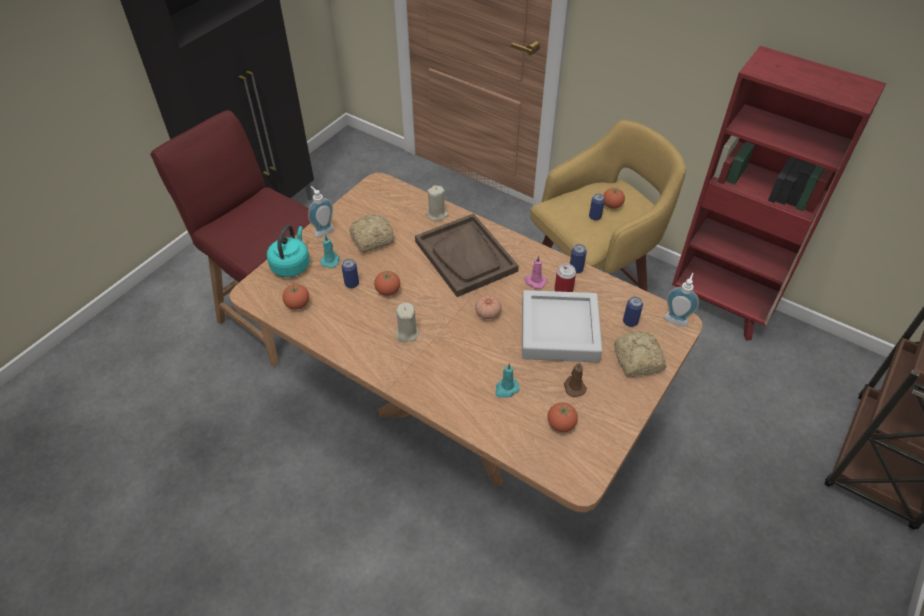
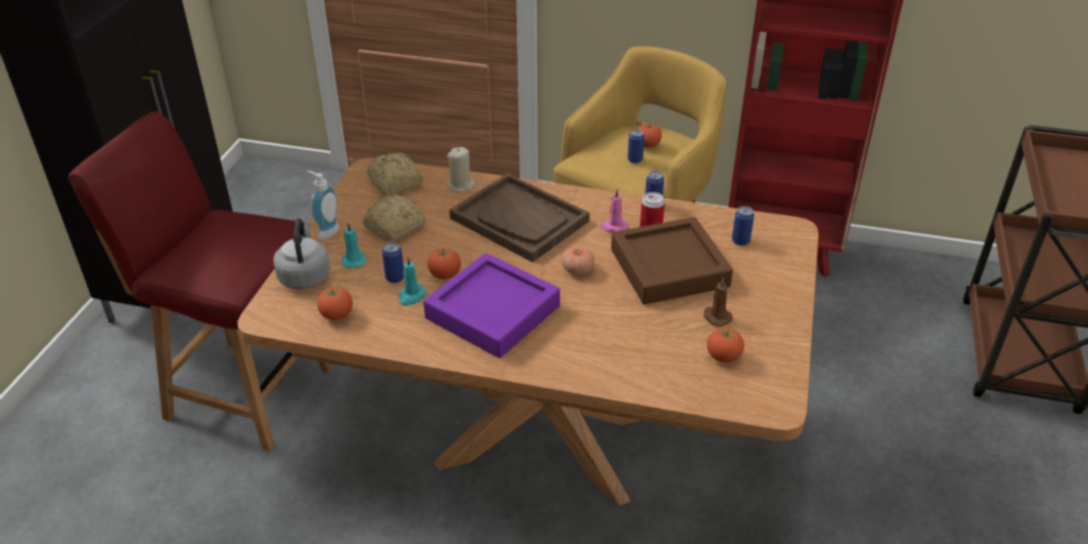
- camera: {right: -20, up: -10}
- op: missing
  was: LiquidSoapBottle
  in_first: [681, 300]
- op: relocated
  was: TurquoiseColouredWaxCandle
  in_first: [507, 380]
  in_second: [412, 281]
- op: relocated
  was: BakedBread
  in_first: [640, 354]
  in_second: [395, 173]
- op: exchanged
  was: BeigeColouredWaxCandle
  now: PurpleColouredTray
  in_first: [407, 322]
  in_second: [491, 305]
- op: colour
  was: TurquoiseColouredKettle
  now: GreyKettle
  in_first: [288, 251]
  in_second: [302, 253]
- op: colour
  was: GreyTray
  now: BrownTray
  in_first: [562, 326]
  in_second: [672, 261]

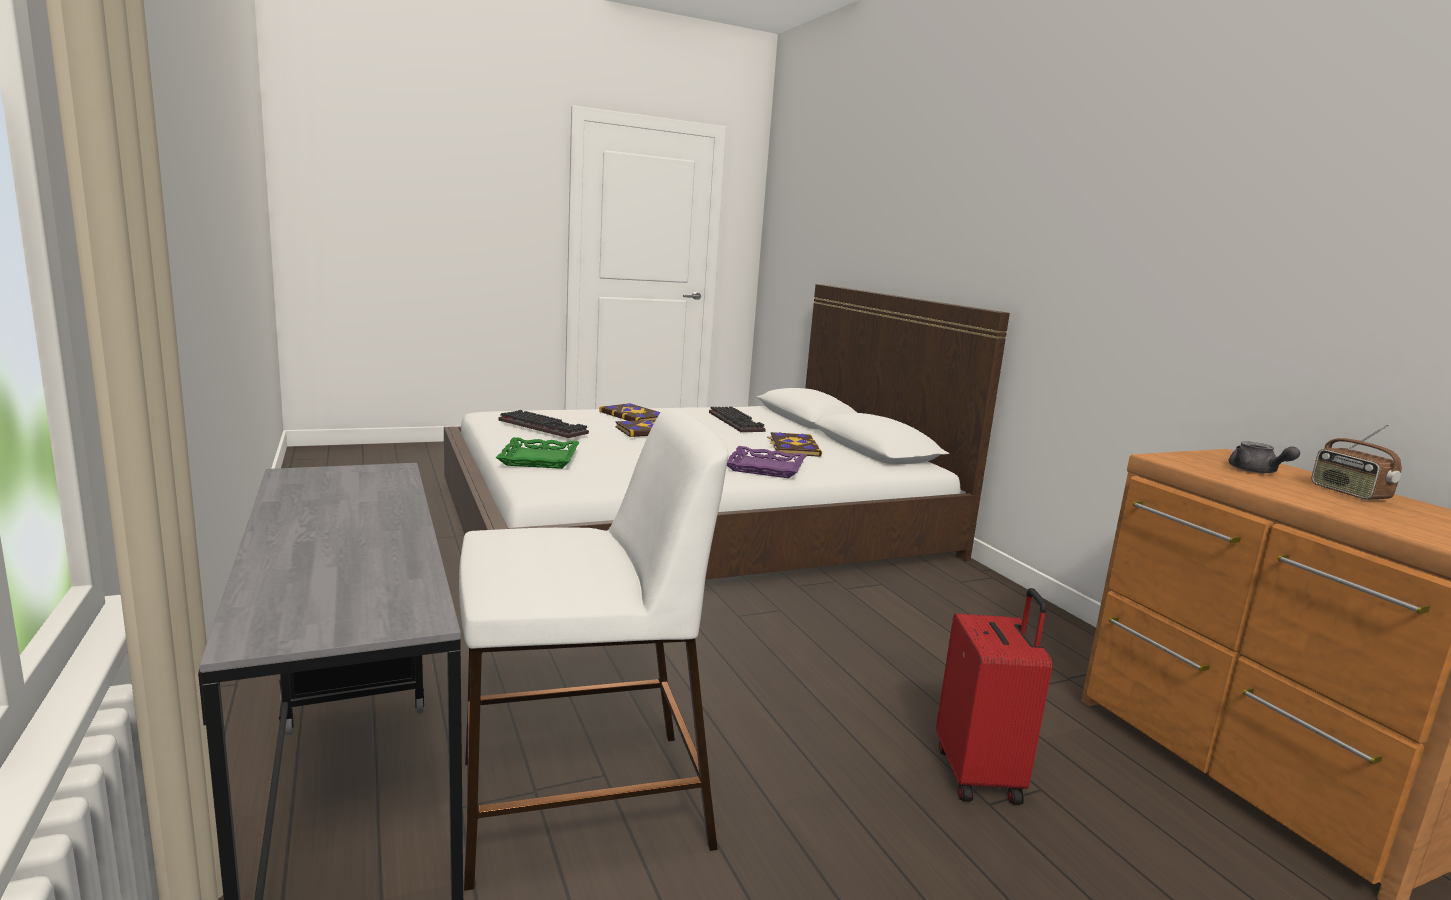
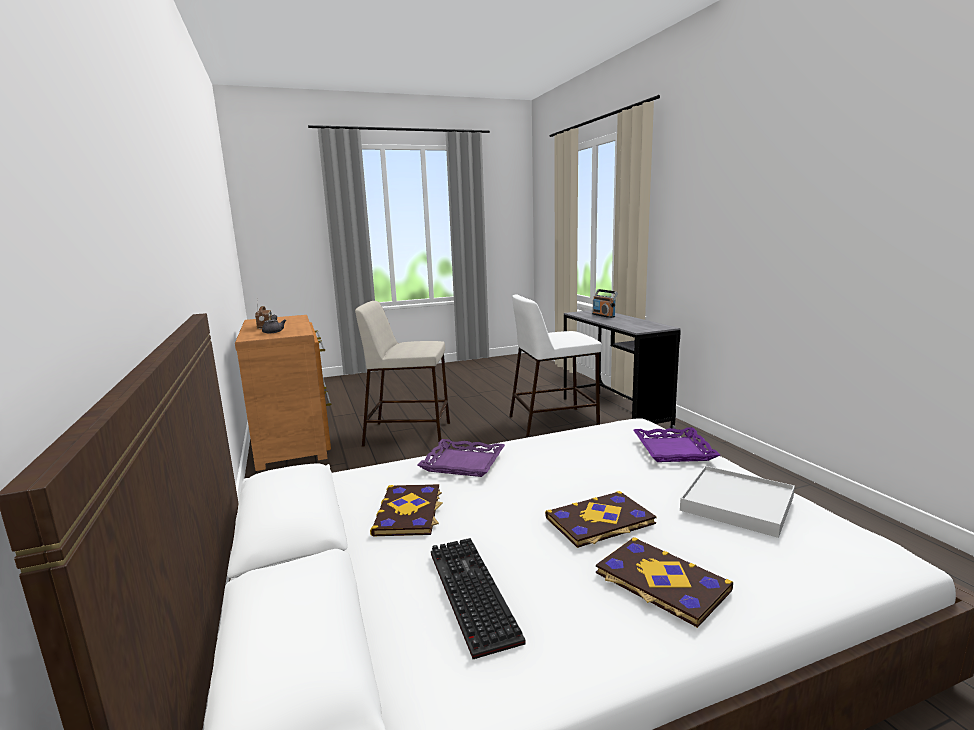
- camera: {right: -175, up: 0}
- op: appeared
  now: Radio
  in_second: [605, 303]
- op: exchanged
  was: Keyboard
  now: WhitishTray
  in_first: [543, 424]
  in_second: [737, 502]
- op: exchanged
  was: RedPieceOfLuggage
  now: BeigeColouredSittingStool
  in_first: [994, 696]
  in_second: [402, 374]
- op: colour
  was: GreenishTray
  now: PurpleColouredTray
  in_first: [537, 453]
  in_second: [677, 444]

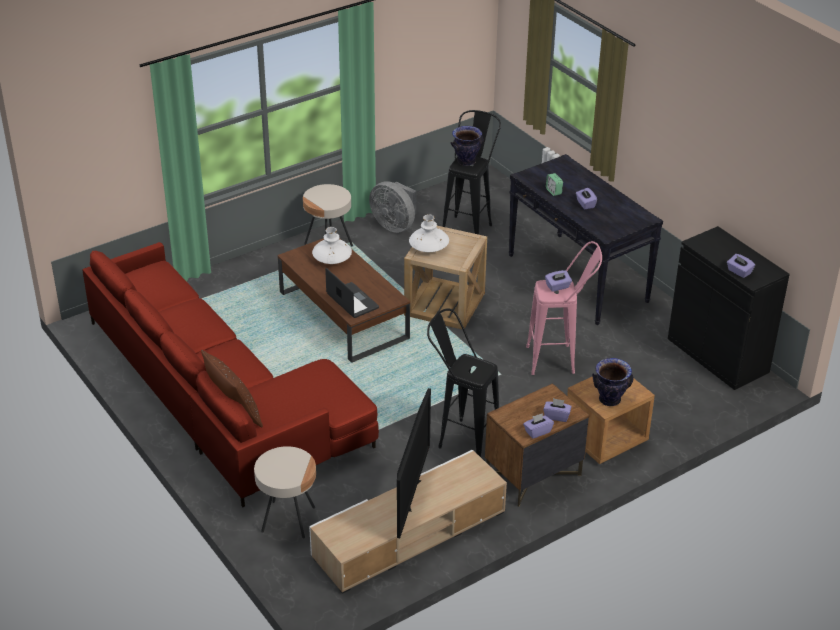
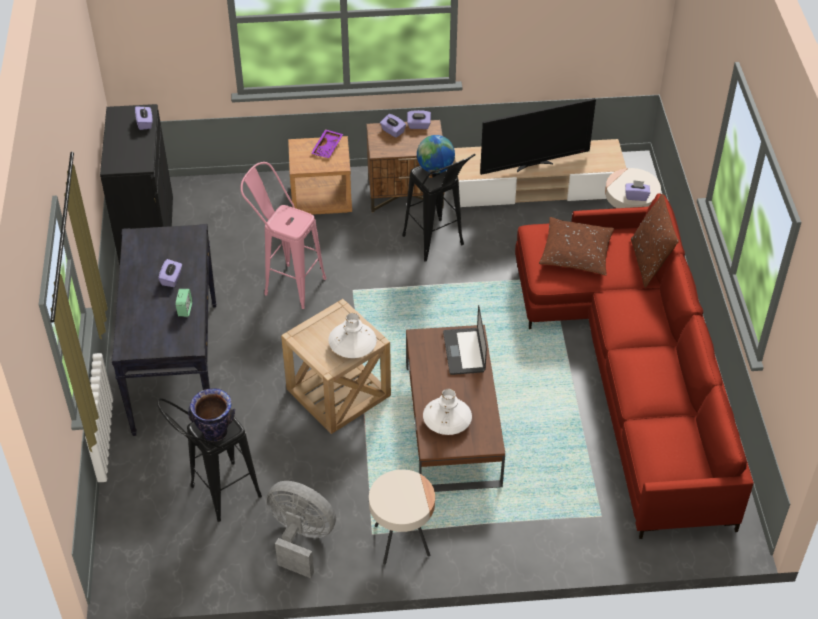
- camera: {right: -150, up: 10}
- op: appeared
  now: DeskGlobe
  in_second: [436, 154]
- op: appeared
  now: BrownCushion
  in_second: [576, 246]
- op: relocated
  was: PurpleColouredTissueHolder
  in_first: [558, 281]
  in_second: [637, 190]
- op: exchanged
  was: FlowerVase
  now: PurpleColouredTray
  in_first: [613, 382]
  in_second: [327, 143]
- op: spun
  was: GreyElectricFan
  in_first: [392, 207]
  in_second: [301, 529]
  clockwise: -45
- op: spun
  was: TvSet
  in_first: [414, 463]
  in_second: [538, 136]
  clockwise: -150

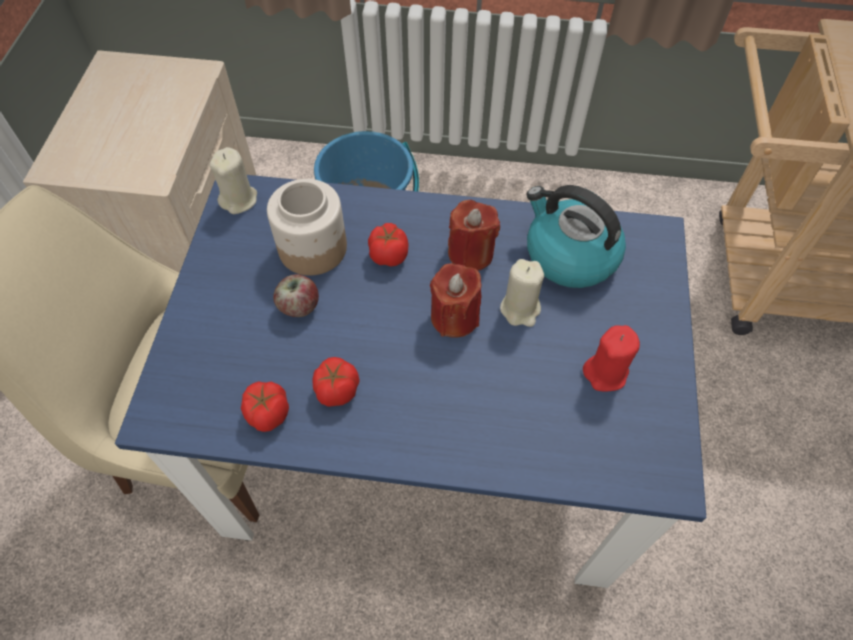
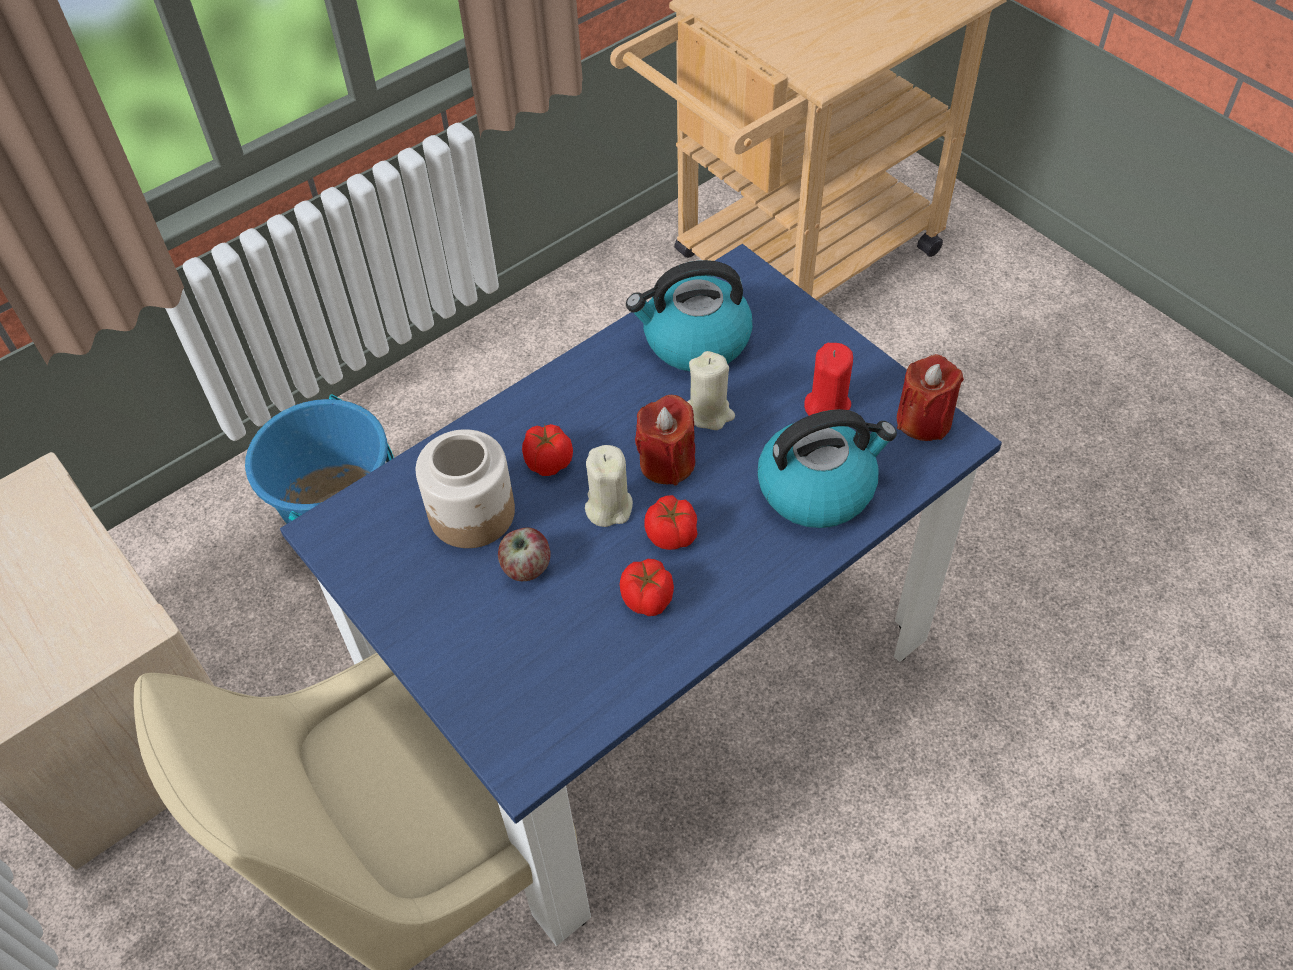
- camera: {right: -45, up: -5}
- op: appeared
  now: Kettle
  in_second: [827, 468]
- op: relocated
  was: BeigeColouredWaxCandle
  in_first: [233, 180]
  in_second: [609, 486]
- op: relocated
  was: WholeTomato
  in_first: [265, 406]
  in_second: [671, 522]
- op: relocated
  was: RedWaxCandle
  in_first: [474, 235]
  in_second: [930, 397]

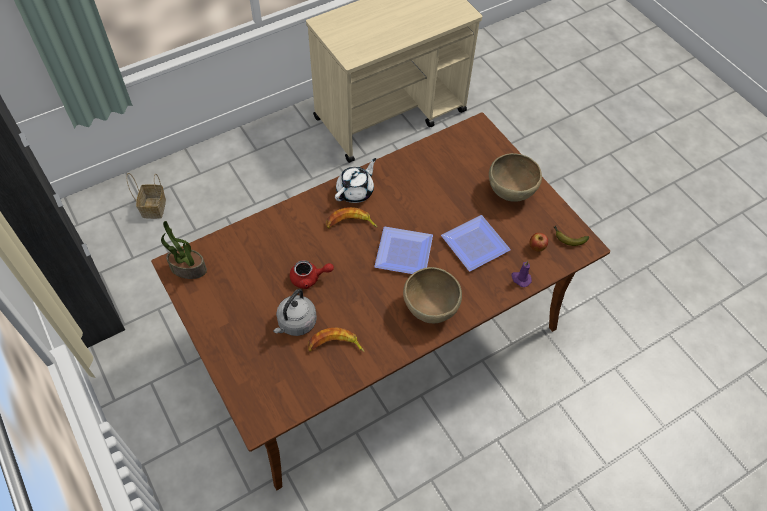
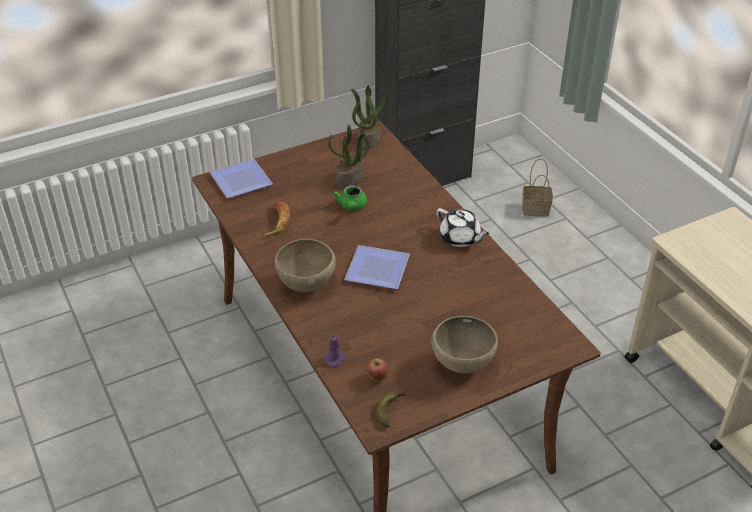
- camera: {right: 95, up: -15}
- op: missing
  was: GreyKettle
  in_first: [295, 312]
- op: missing
  was: Banana
  in_first: [351, 218]
- op: appeared
  now: PottedPlant
  in_second: [348, 156]
- op: relocated
  was: FlatDish
  in_first: [476, 243]
  in_second: [241, 178]
- op: colour
  was: RedPotForTea
  now: GreenishPotForTea
  in_first: [312, 274]
  in_second: [349, 197]

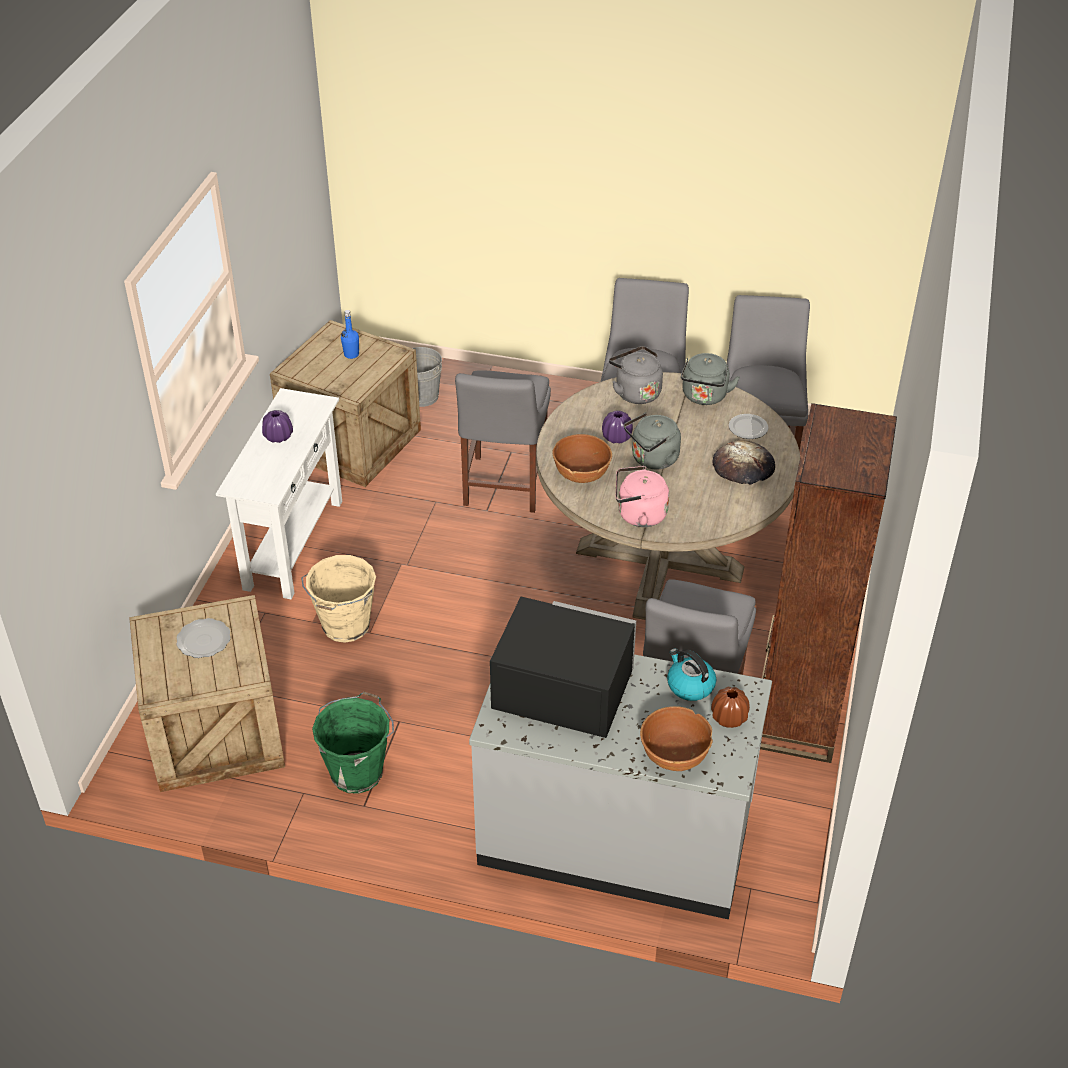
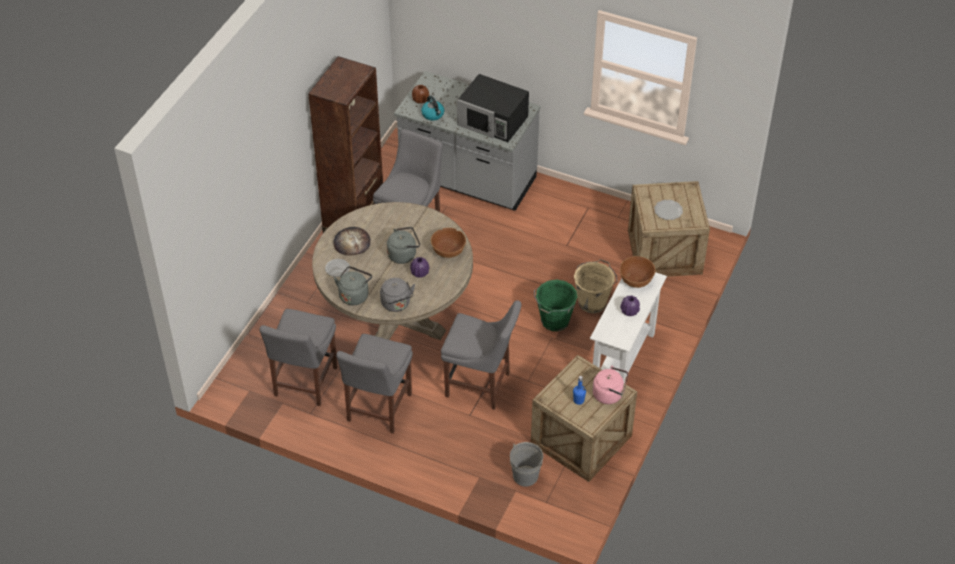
- camera: {right: -170, up: 5}
- op: relocated
  was: GreenishWaterBucket
  in_first: [353, 743]
  in_second: [555, 305]
- op: relocated
  was: PinkColouredKettle
  in_first: [642, 496]
  in_second: [610, 385]
- op: relocated
  was: BrownBowl
  in_first: [676, 738]
  in_second: [637, 272]
- op: spun
  was: GreyChair
  in_first: [503, 441]
  in_second: [481, 355]
  clockwise: 90

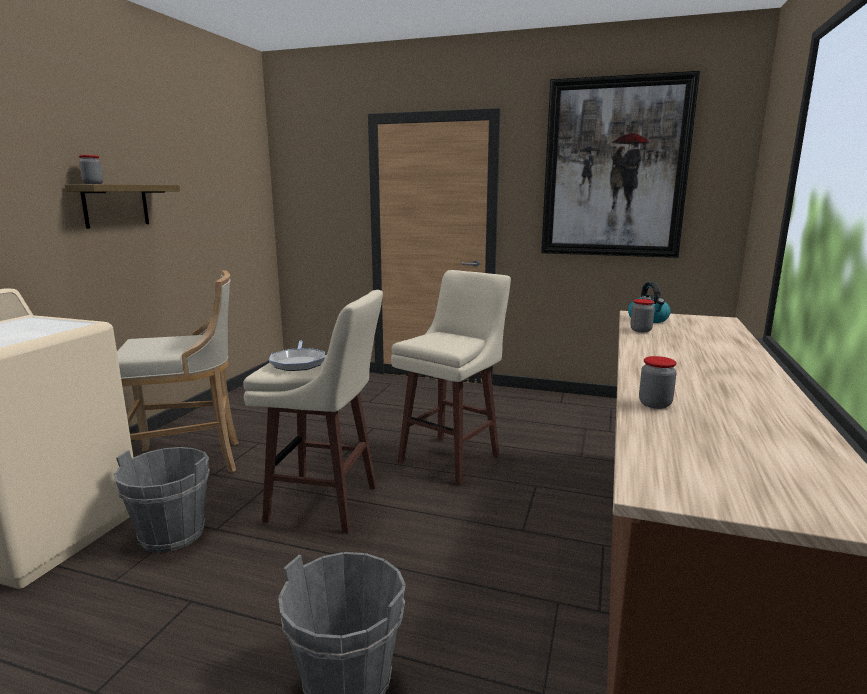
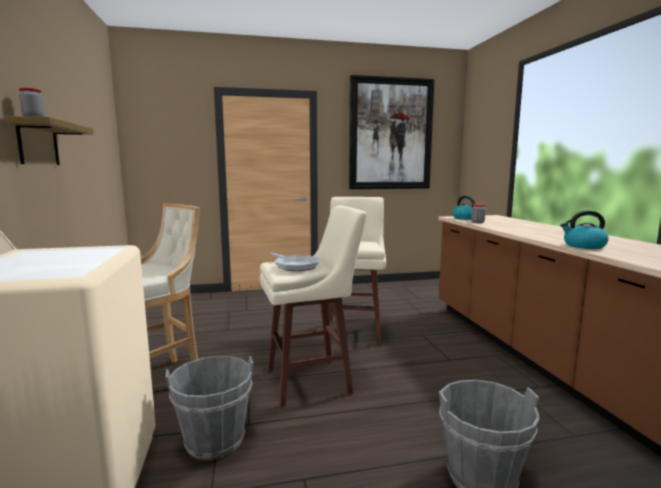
- camera: {right: -30, up: -5}
- op: exchanged
  was: Jar
  now: Kettle
  in_first: [658, 382]
  in_second: [584, 229]

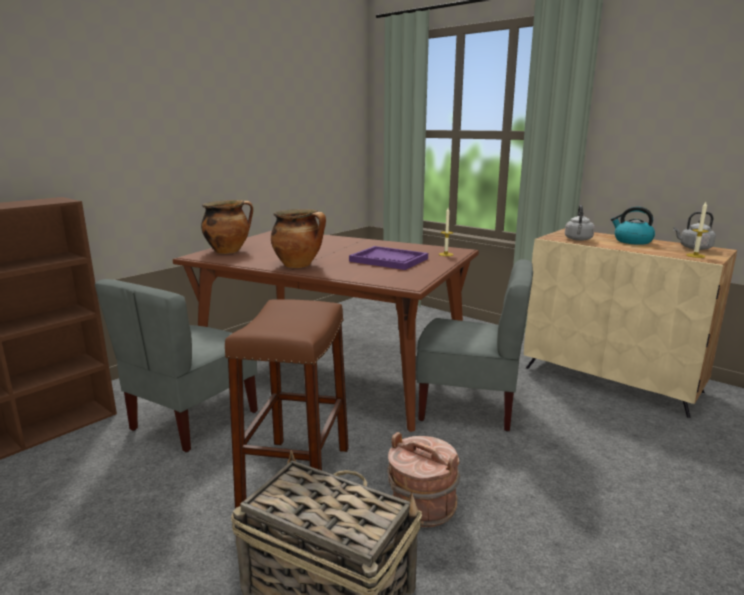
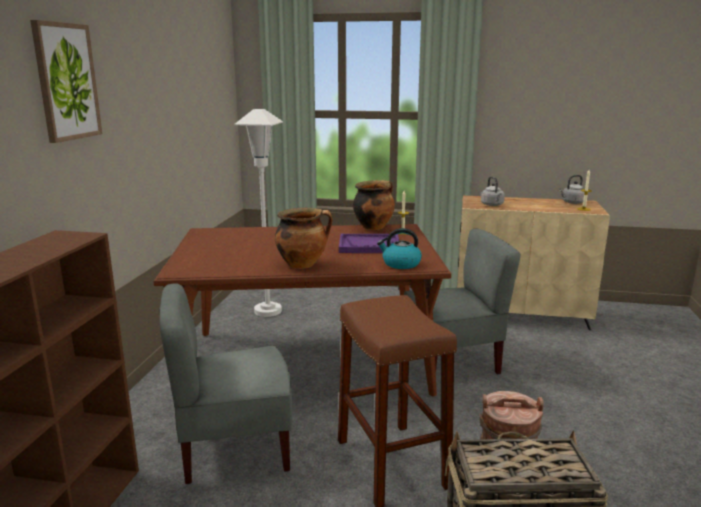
- camera: {right: -30, up: 0}
- op: appeared
  now: WallPicture
  in_second: [66, 81]
- op: appeared
  now: WhitishStandingLamp
  in_second: [258, 213]
- op: relocated
  was: CookingPot
  in_first: [227, 227]
  in_second: [374, 205]
- op: relocated
  was: Kettle
  in_first: [633, 226]
  in_second: [399, 248]
- op: spun
  was: GreyChair
  in_first: [176, 365]
  in_second: [226, 383]
  clockwise: 75

